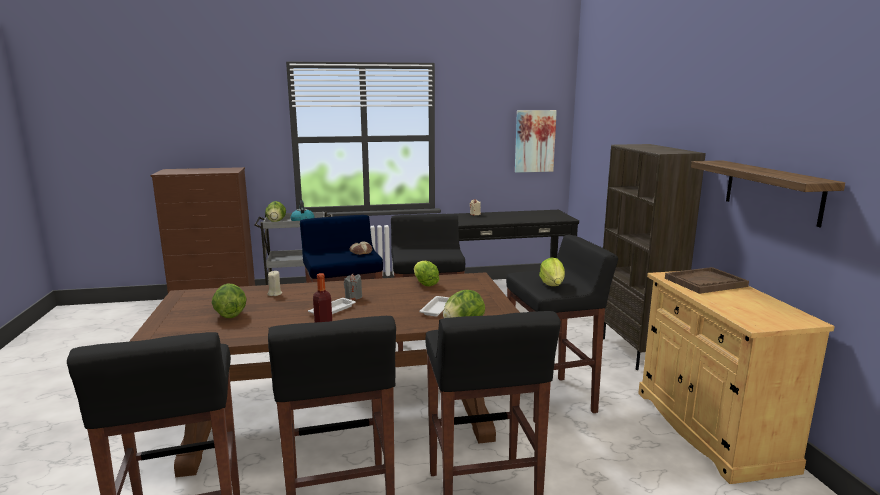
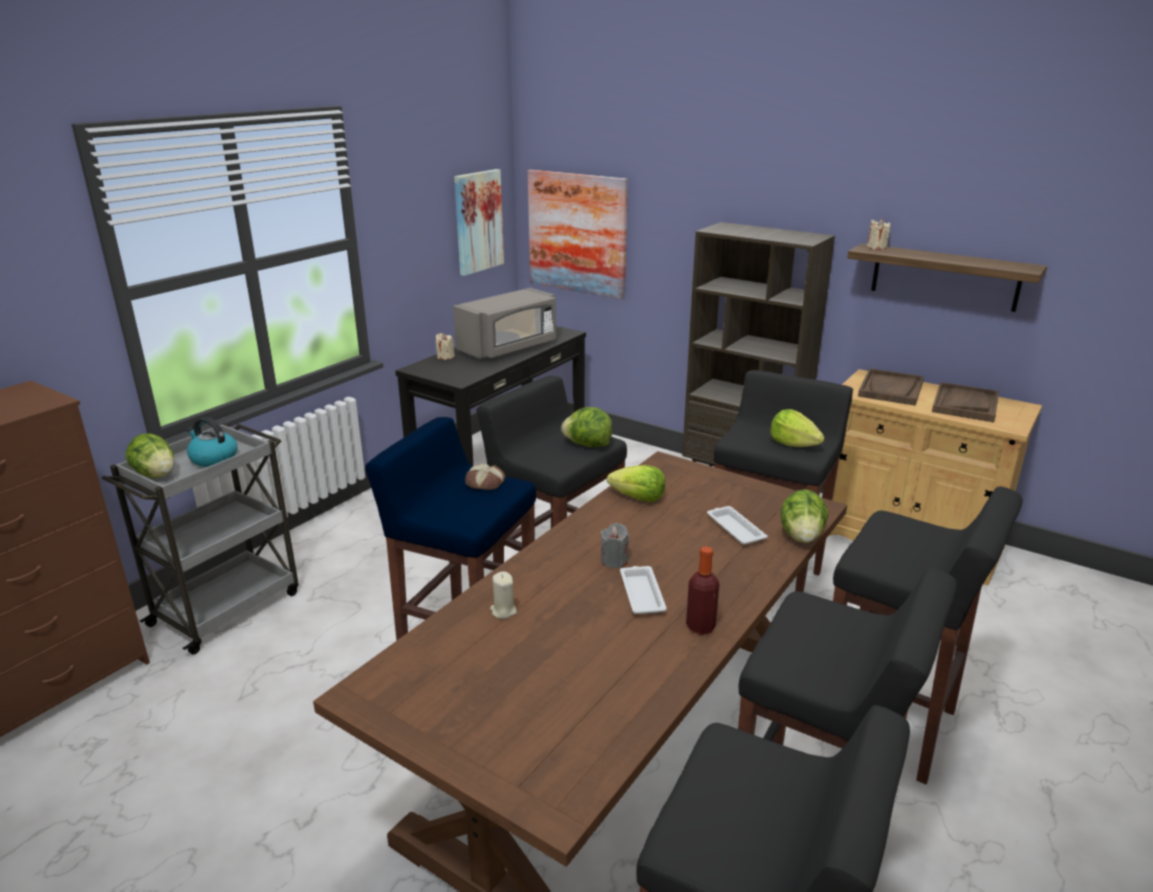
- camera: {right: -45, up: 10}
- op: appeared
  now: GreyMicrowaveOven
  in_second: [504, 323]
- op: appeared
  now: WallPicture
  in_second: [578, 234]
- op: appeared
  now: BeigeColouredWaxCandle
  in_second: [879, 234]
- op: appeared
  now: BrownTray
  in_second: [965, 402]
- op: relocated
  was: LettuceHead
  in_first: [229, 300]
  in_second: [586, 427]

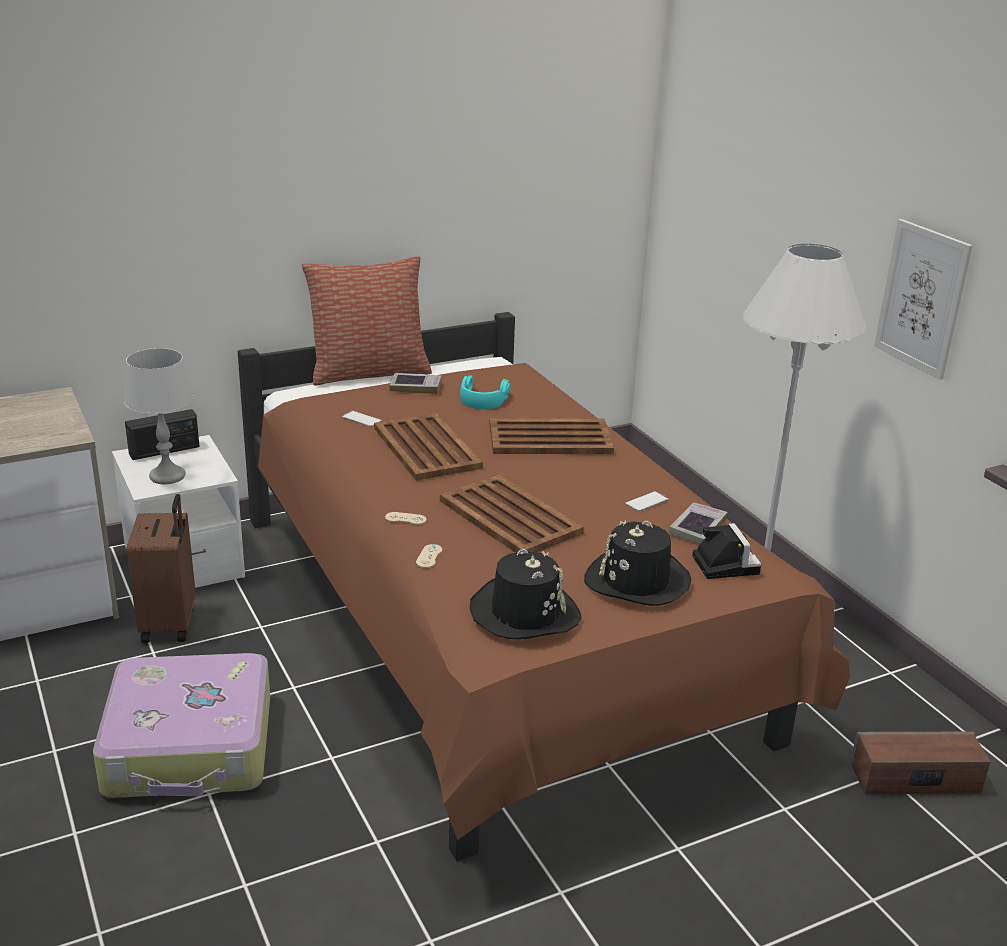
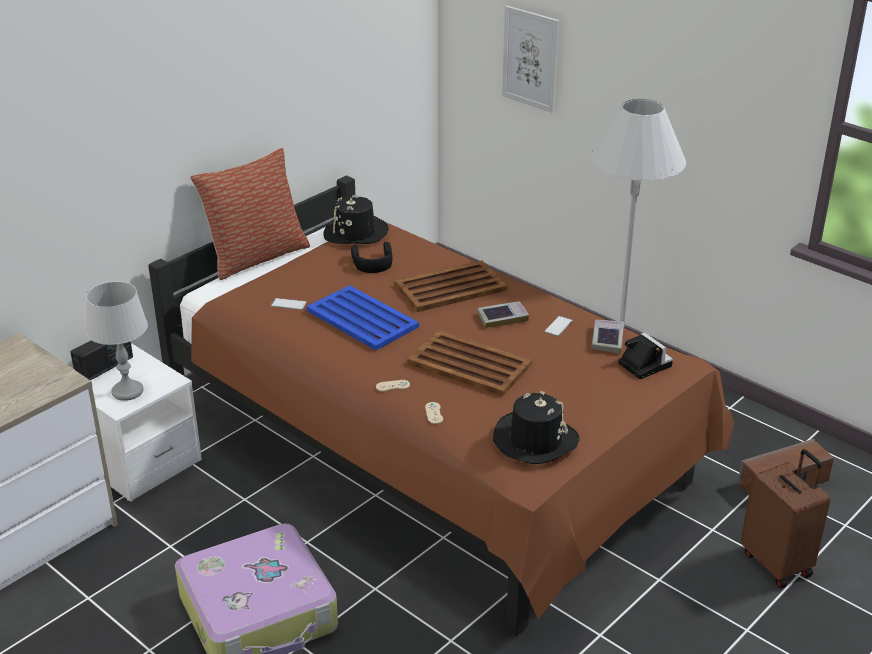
- camera: {right: -20, up: 5}
- op: relocated
  was: BrownPieceOfLuggage
  in_first: [161, 568]
  in_second: [785, 518]
- op: relocated
  was: Volume
  in_first: [416, 383]
  in_second: [503, 314]
- op: relocated
  was: BlackishHat
  in_first: [637, 563]
  in_second: [355, 219]
- op: relocated
  was: WallPicture
  in_first: [923, 299]
  in_second: [530, 59]
- op: colour
  was: BrownTray
  now: BluishTray
  in_first: [428, 447]
  in_second: [363, 317]
- op: colour
  was: TurquoiseColouredHeadphones
  now: BlackishHeadphones
  in_first: [485, 392]
  in_second: [371, 257]

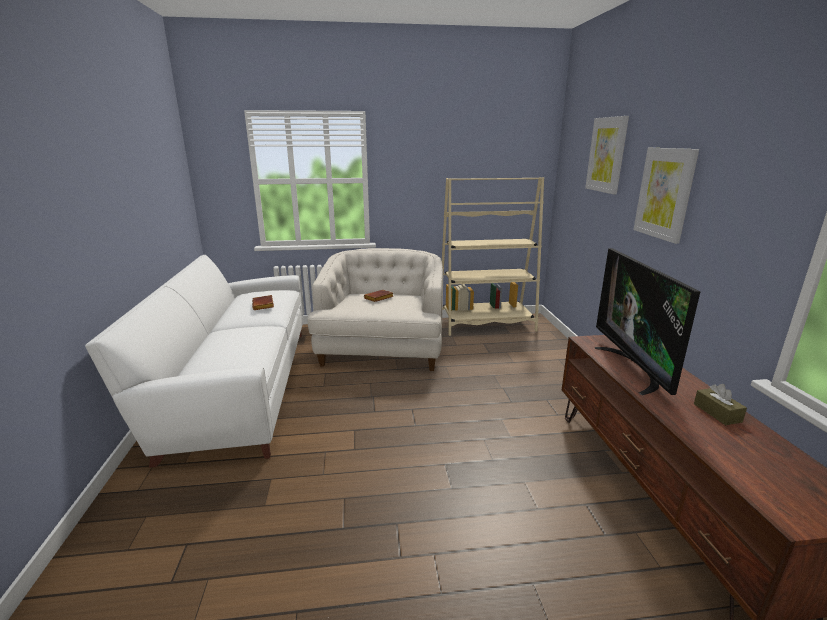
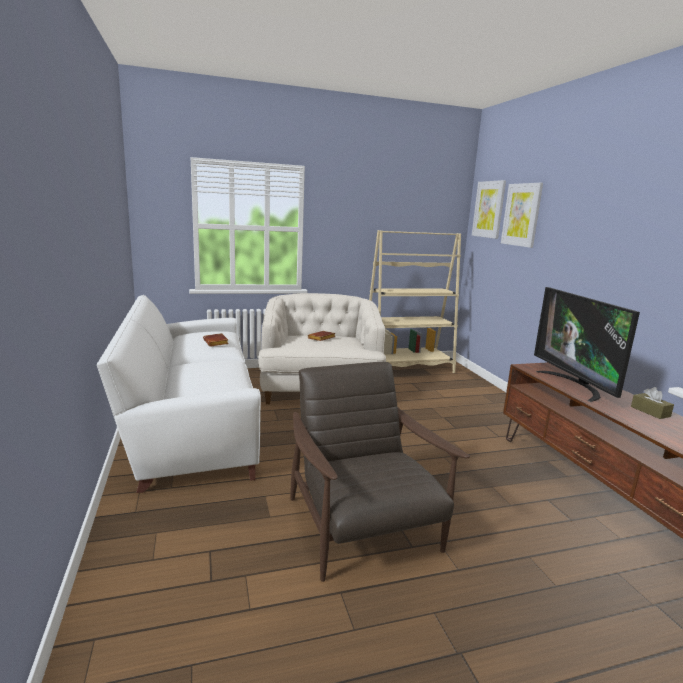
- camera: {right: -10, up: -5}
- op: appeared
  now: BrownLoungeChair
  in_second: [380, 472]
- op: relocated
  was: WallPicture
  in_first: [666, 196]
  in_second: [489, 209]

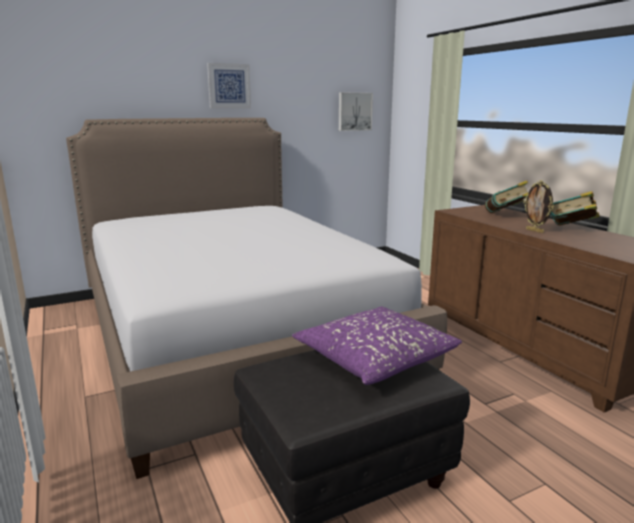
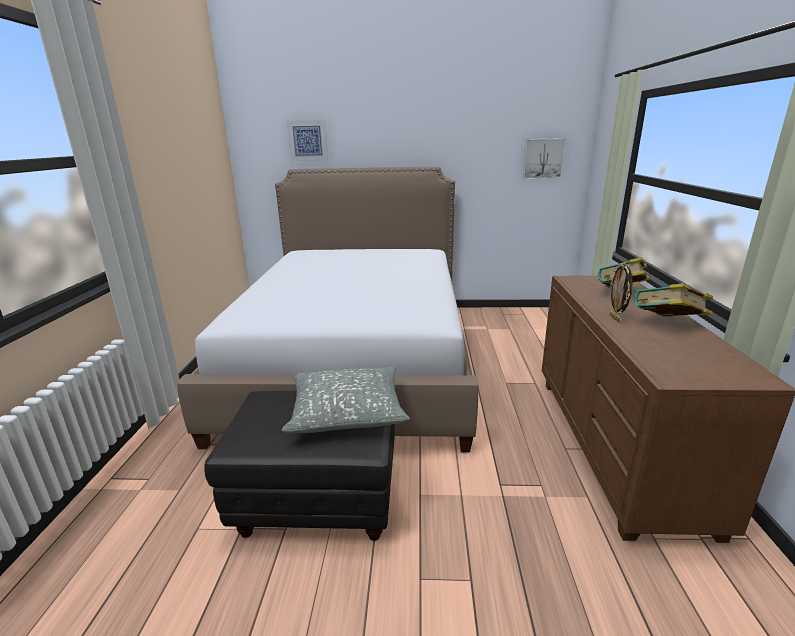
- camera: {right: 30, up: 5}
- op: relocated
  was: WallPicture
  in_first: [229, 85]
  in_second: [307, 140]
- op: colour
  was: PurpleColouredCushion
  now: GreyCushion
  in_first: [377, 346]
  in_second: [346, 400]

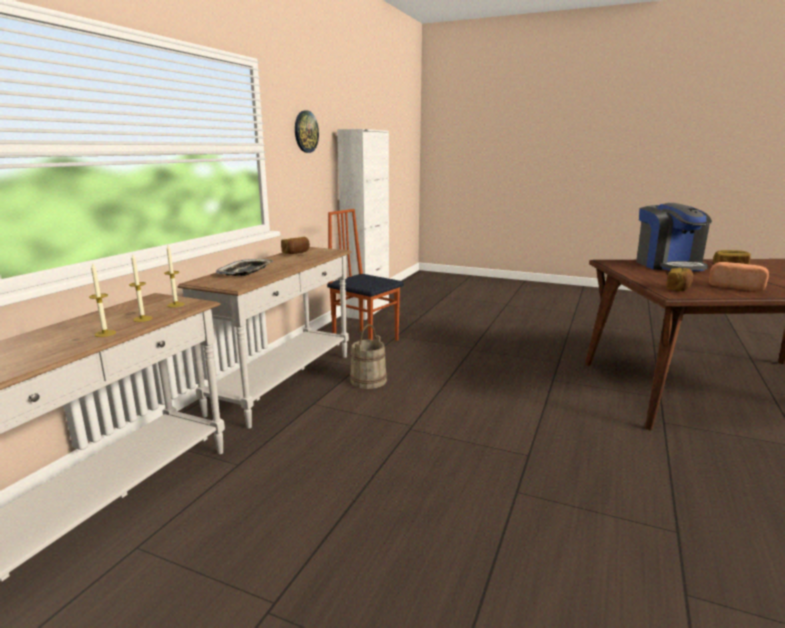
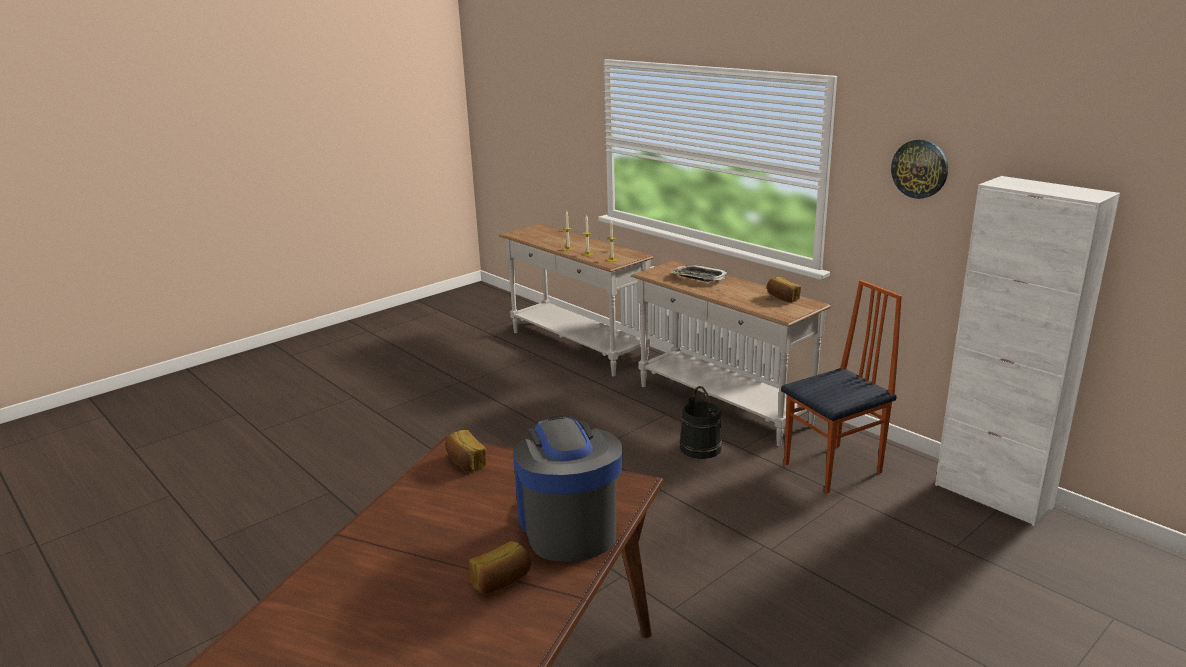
- camera: {right: 115, up: 5}
- op: missing
  was: BakedBread
  in_first: [739, 276]
- op: colour
  was: BeigeColouredWaterBucket
  now: BlackishWaterBucket
  in_first: [368, 356]
  in_second: [701, 422]
- op: spun
  was: CoffeeBrewer
  in_first: [674, 237]
  in_second: [568, 488]
  clockwise: 60

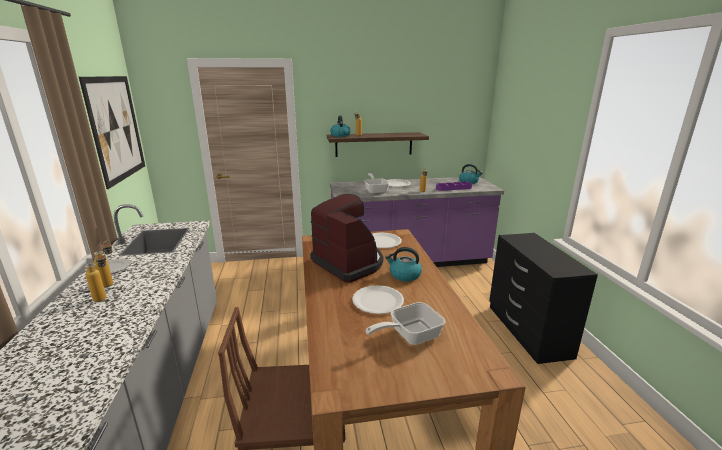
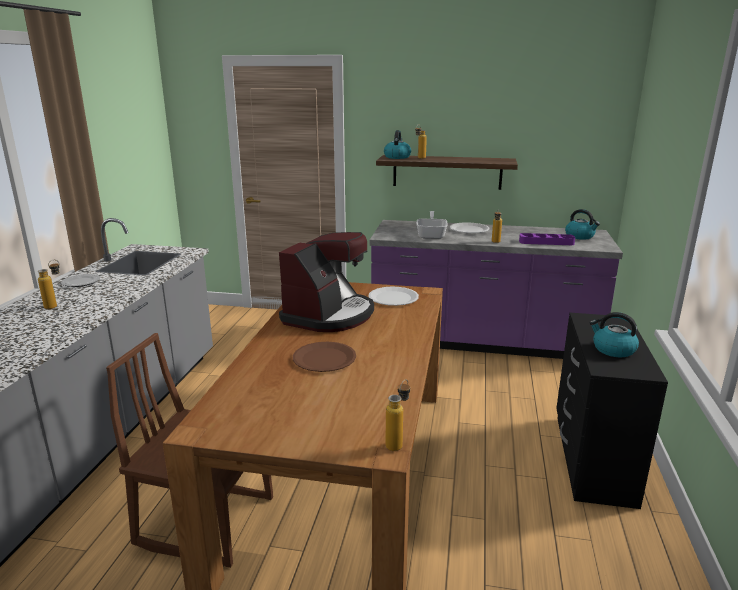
- camera: {right: 20, up: 0}
- op: missing
  was: WallPicture
  in_first: [112, 132]
- op: missing
  was: FryingPan
  in_first: [405, 323]
- op: relocated
  was: Bottle
  in_first: [103, 264]
  in_second: [397, 415]
- op: relocated
  was: Kettle
  in_first: [403, 264]
  in_second: [614, 334]
- op: colour
  was: WhitishFlatDish
  now: BrownFlatDish
  in_first: [378, 299]
  in_second: [324, 357]
- op: spun
  was: CoffeeBrewer
  in_first: [346, 238]
  in_second: [326, 282]
  clockwise: 45

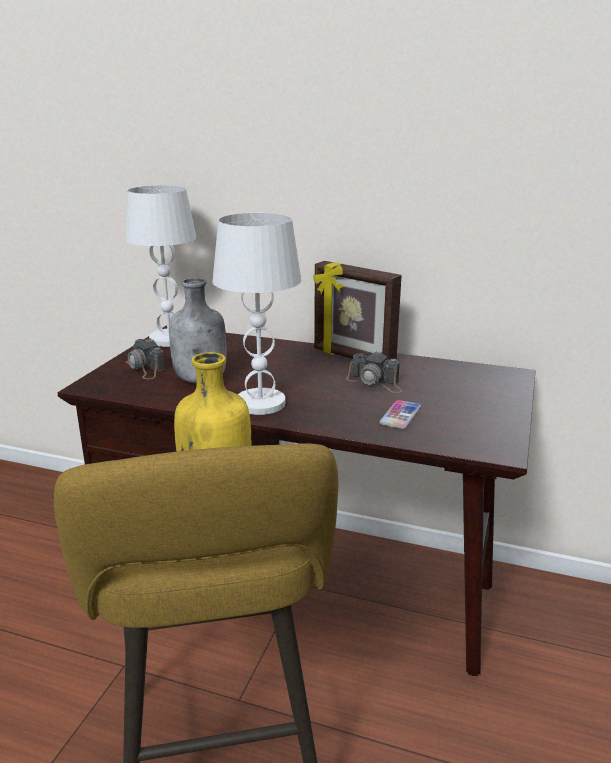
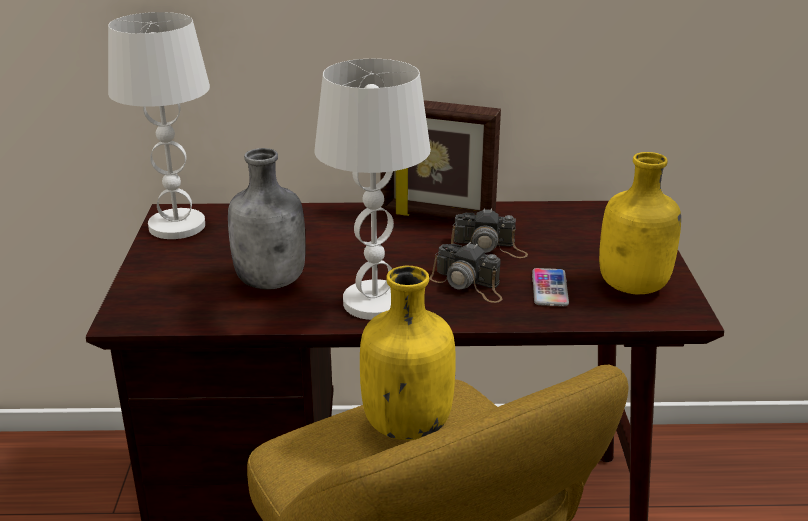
- camera: {right: -20, up: 5}
- op: appeared
  now: YellowColouredBottle
  in_second: [640, 223]
- op: relocated
  was: StillCamera
  in_first: [145, 358]
  in_second: [466, 272]

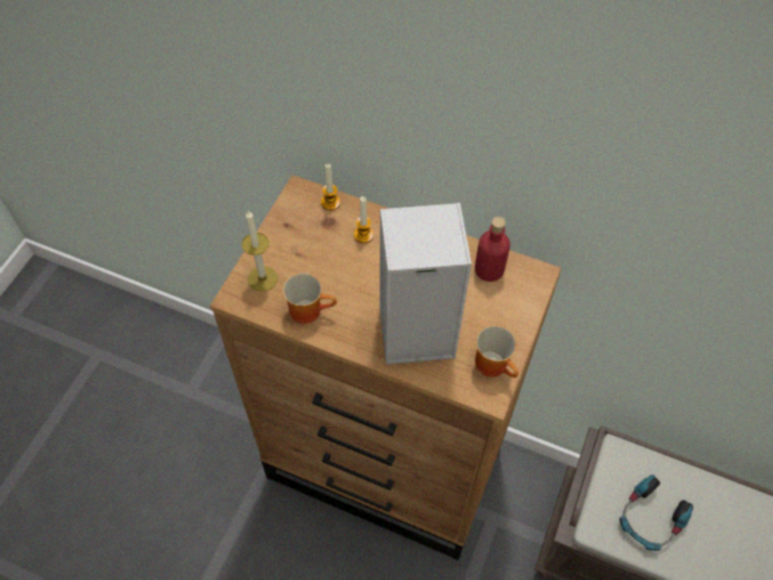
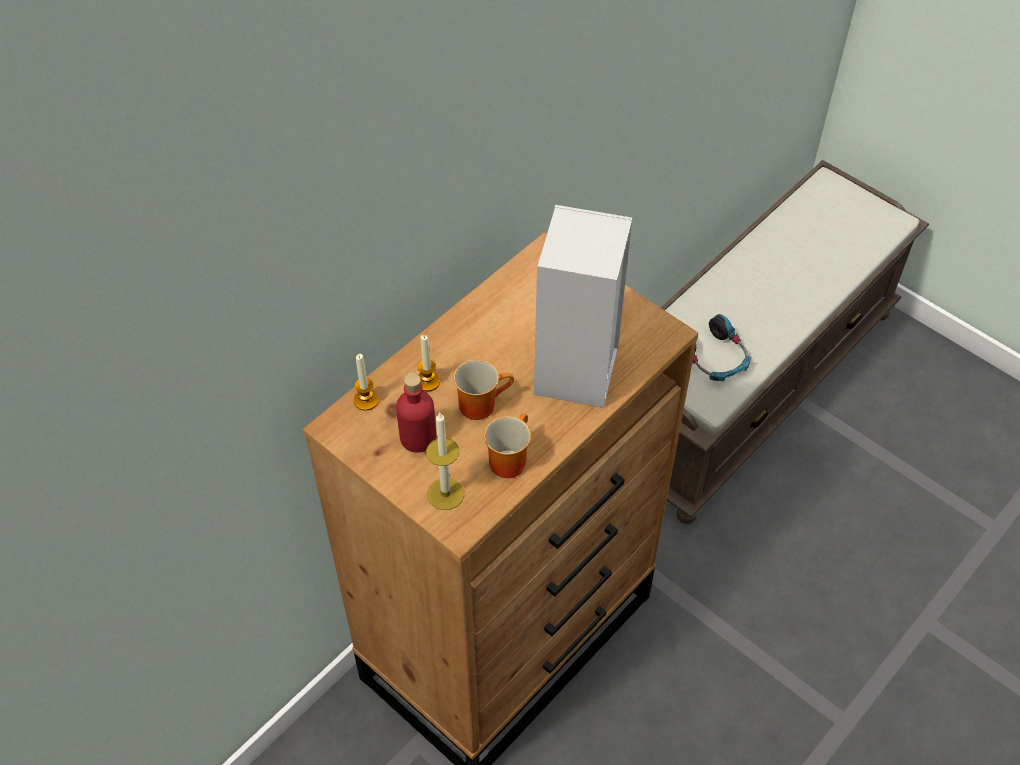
- camera: {right: -70, up: -5}
- op: relocated
  was: RedBottle
  in_first: [492, 249]
  in_second: [416, 413]
- op: relocated
  was: Mug
  in_first: [497, 351]
  in_second: [483, 389]

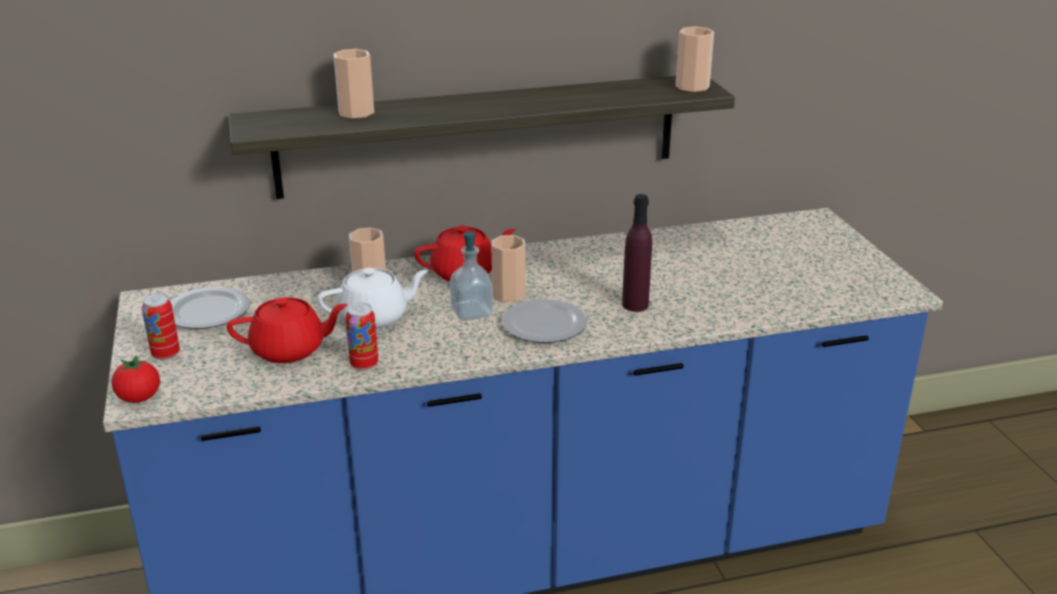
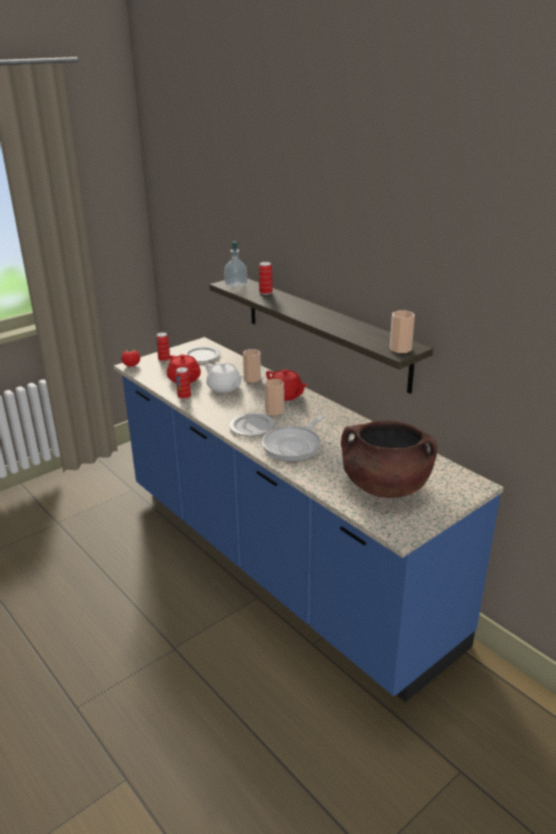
- camera: {right: 65, up: 0}
- op: appeared
  now: BrownCookingPot
  in_second: [389, 459]
- op: relocated
  was: LiquidSoapBottle
  in_first: [471, 275]
  in_second: [235, 264]
- op: exchanged
  was: Cup
  now: MetalCan
  in_first: [353, 84]
  in_second: [266, 278]
- op: exchanged
  was: PurpleColouredBottle
  now: FryingPan
  in_first: [637, 253]
  in_second: [294, 438]

